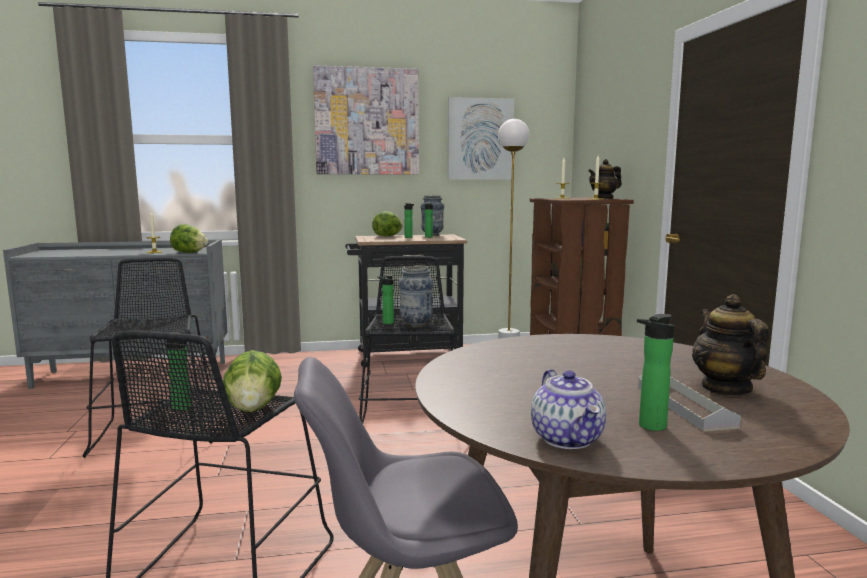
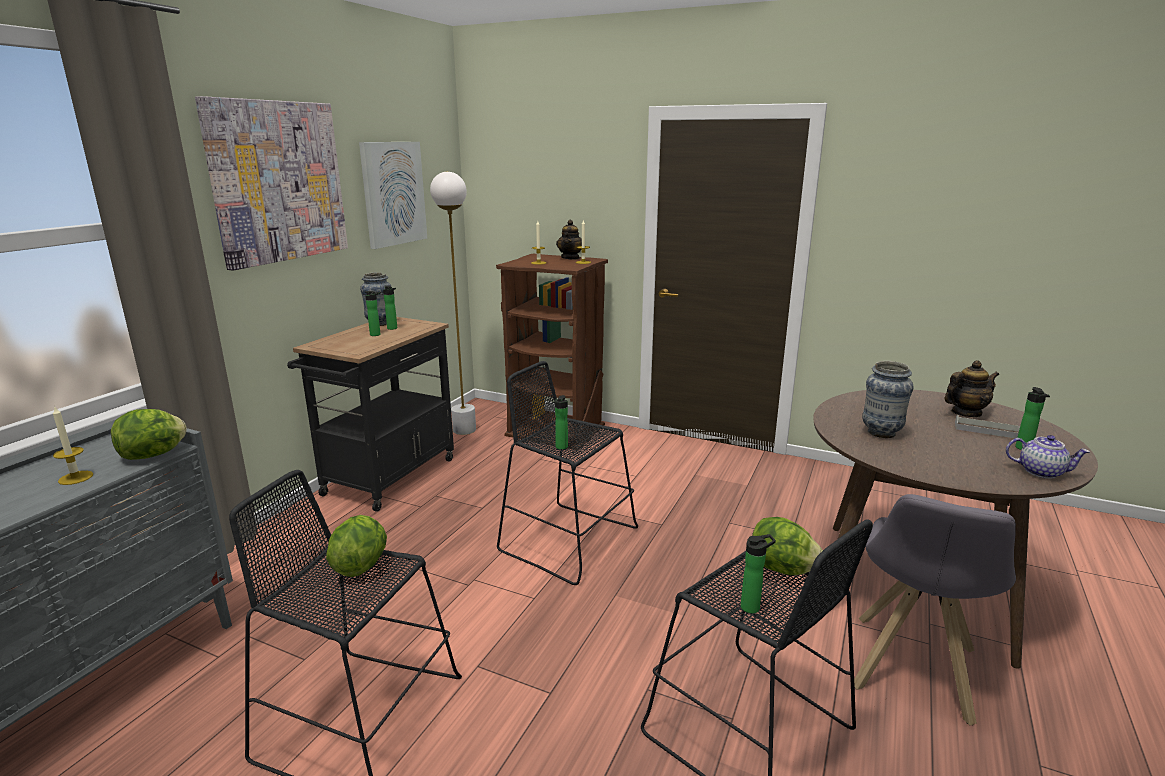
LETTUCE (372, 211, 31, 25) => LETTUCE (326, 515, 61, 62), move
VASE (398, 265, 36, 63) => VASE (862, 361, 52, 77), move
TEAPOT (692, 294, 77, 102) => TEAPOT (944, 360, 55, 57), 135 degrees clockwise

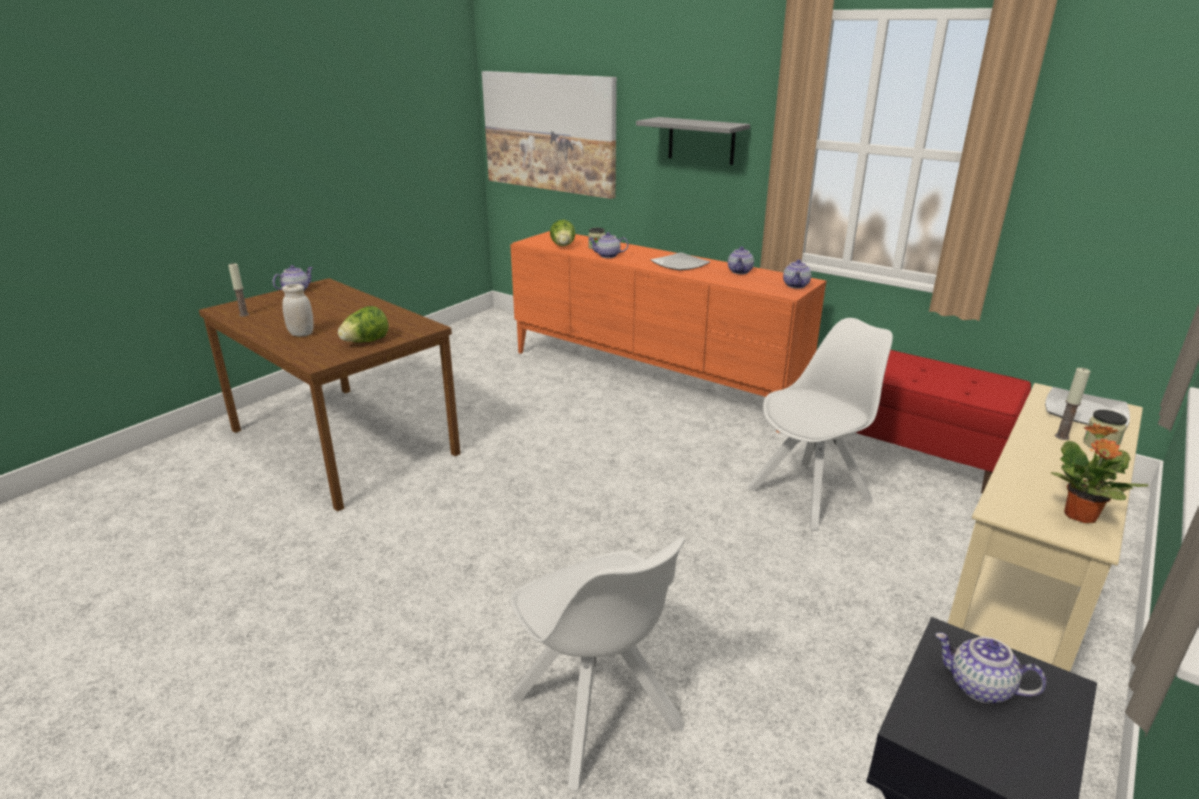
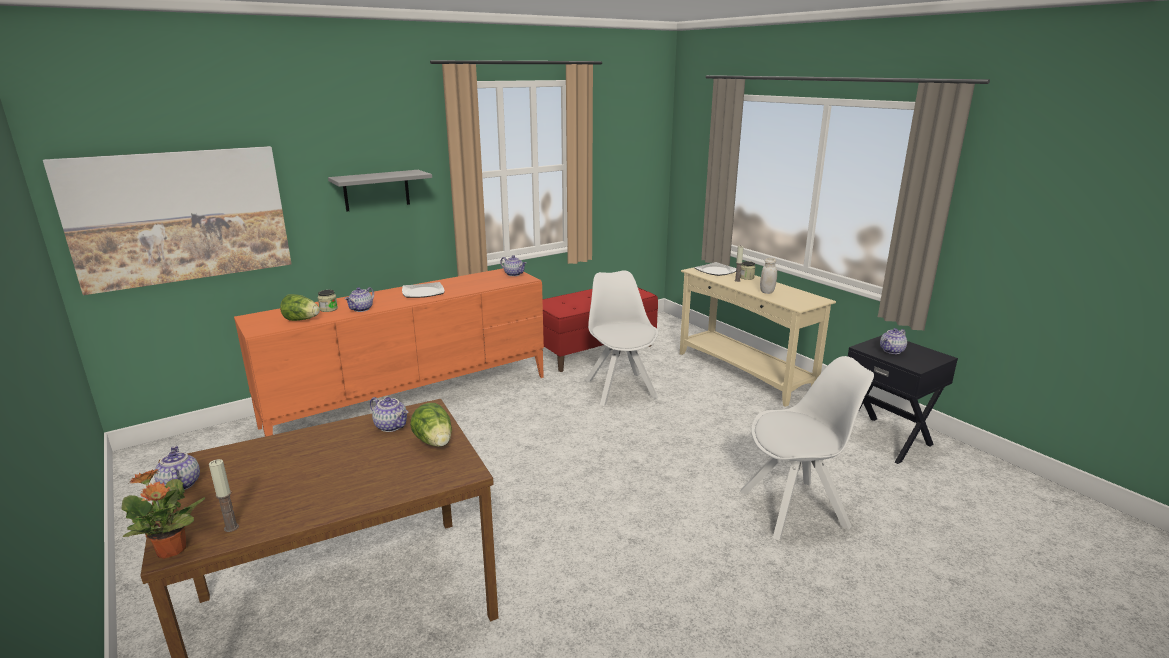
TEAPOT (728, 247, 26, 27) => TEAPOT (370, 397, 38, 35), move
WHITE JAR (282, 284, 32, 53) => WHITE JAR (760, 258, 17, 36), move
POTTED PLANT (1051, 423, 98, 100) => POTTED PLANT (122, 469, 83, 90), move

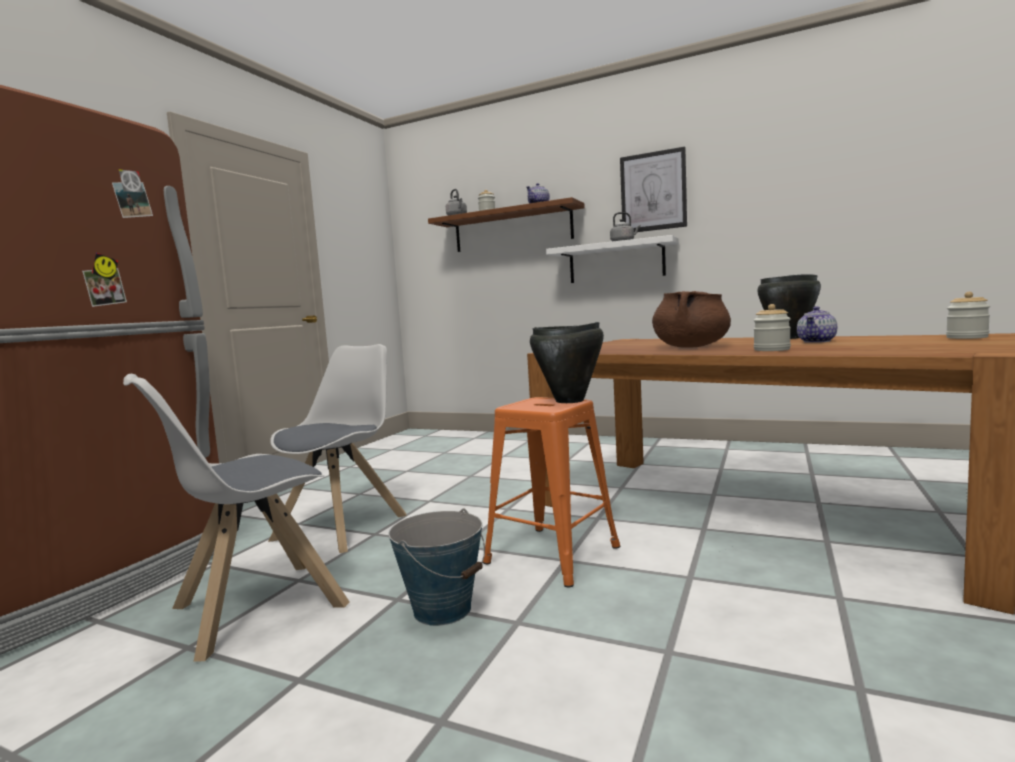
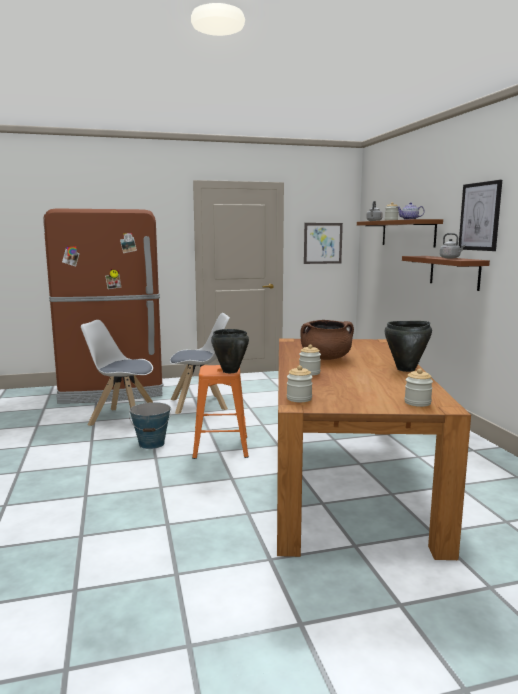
WHITE SHELF (546, 235, 133, 48) => BROWN SHELF (402, 256, 88, 35)
TEAPOT (797, 306, 40, 37) => nothing
nothing => PICTURE (304, 223, 39, 41)
nothing => JAR (287, 365, 26, 37)

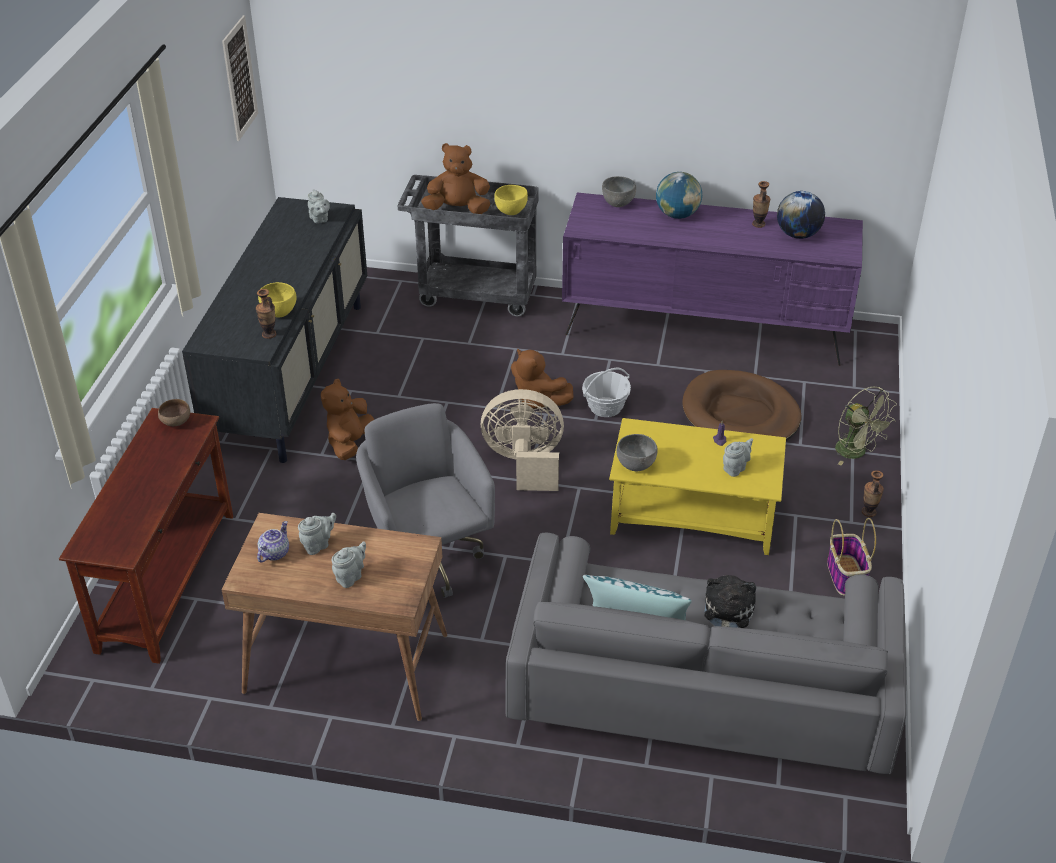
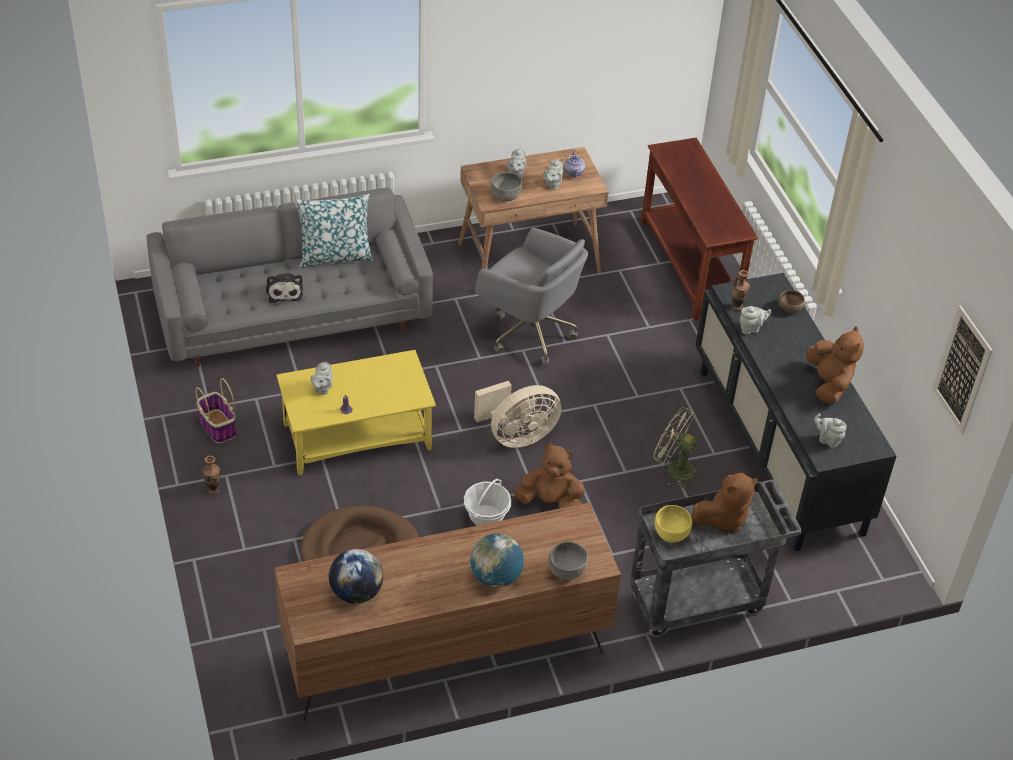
VASE (752, 181, 18, 47) => nothing
PURPLE TV STAND (562, 193, 301, 173) => BROWN TV STAND (274, 502, 347, 219)
YELLOW BOWL (258, 282, 38, 35) => GREY TEAPOT (740, 306, 31, 28)
BROWN PLUSH TOY (321, 379, 53, 81) => BROWN PLUSH TOY (806, 327, 58, 77), move
GREEN FAN (835, 386, 62, 79) => GREEN FAN (654, 407, 45, 82), move
BROWN BOWL (158, 399, 32, 27) => BROWN BOWL (779, 290, 26, 23), move
GREY BOWL (617, 434, 41, 38) => GREY BOWL (491, 172, 31, 30), move

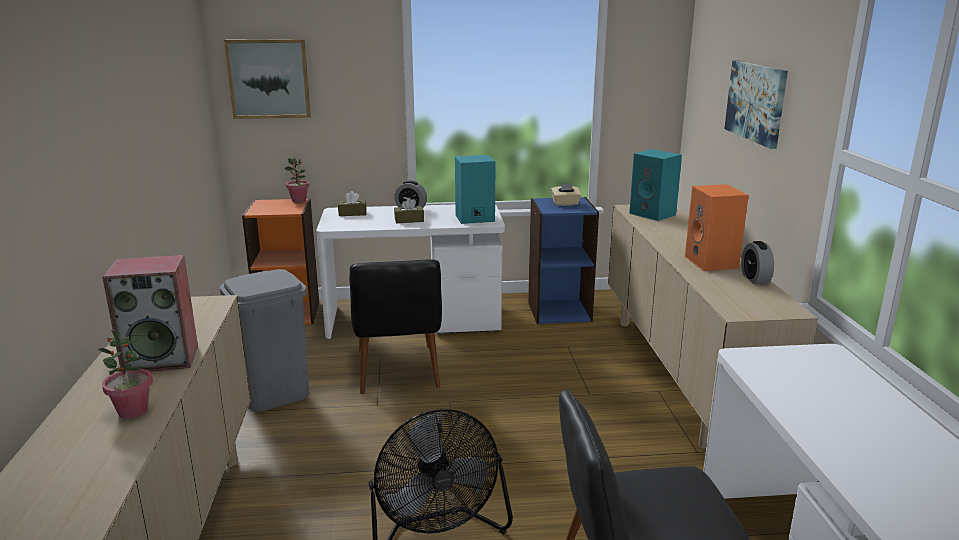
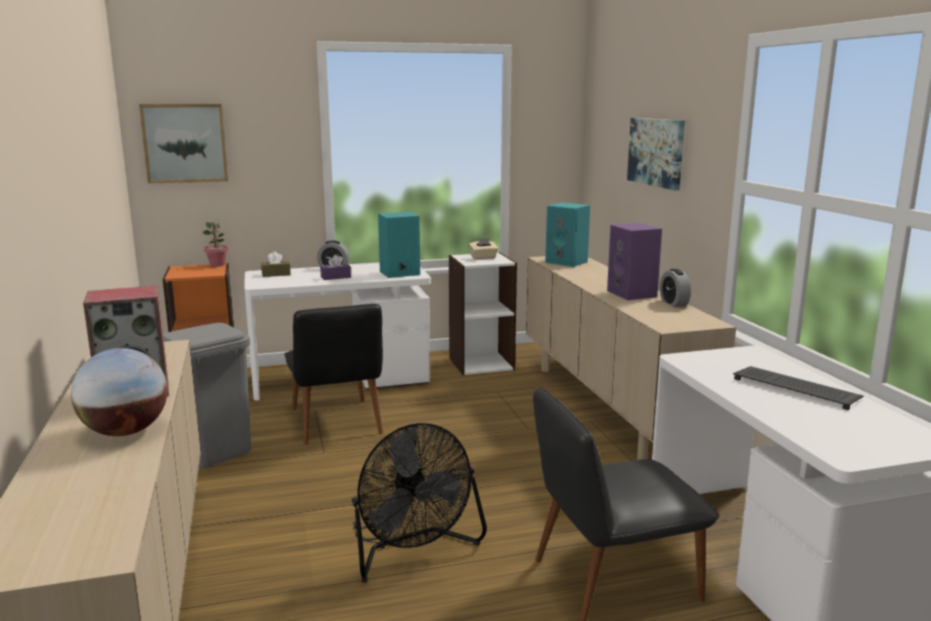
ORANGE SPEAKER (685, 184, 64, 87) => PURPLE SPEAKER (607, 223, 55, 77)
BLUE BOOKCASE (528, 197, 71, 127) => WHITE BOOKCASE (449, 252, 68, 123)
BROWN TISSUE BOX (394, 198, 30, 25) => PURPLE TISSUE BOX (320, 254, 31, 26)
POTTED PLANT (99, 330, 54, 89) => GLOBE (71, 348, 97, 88)
nothing => KEYBOARD (733, 366, 131, 44)

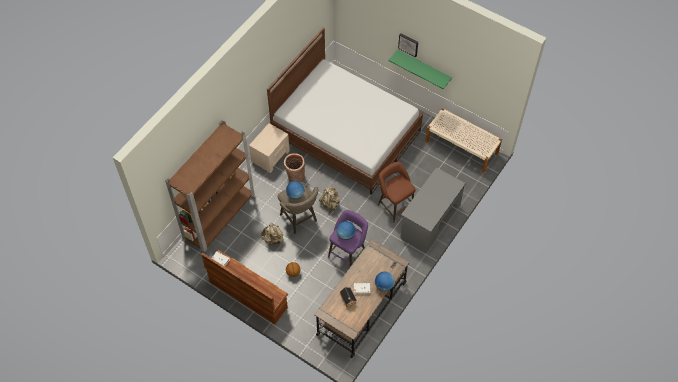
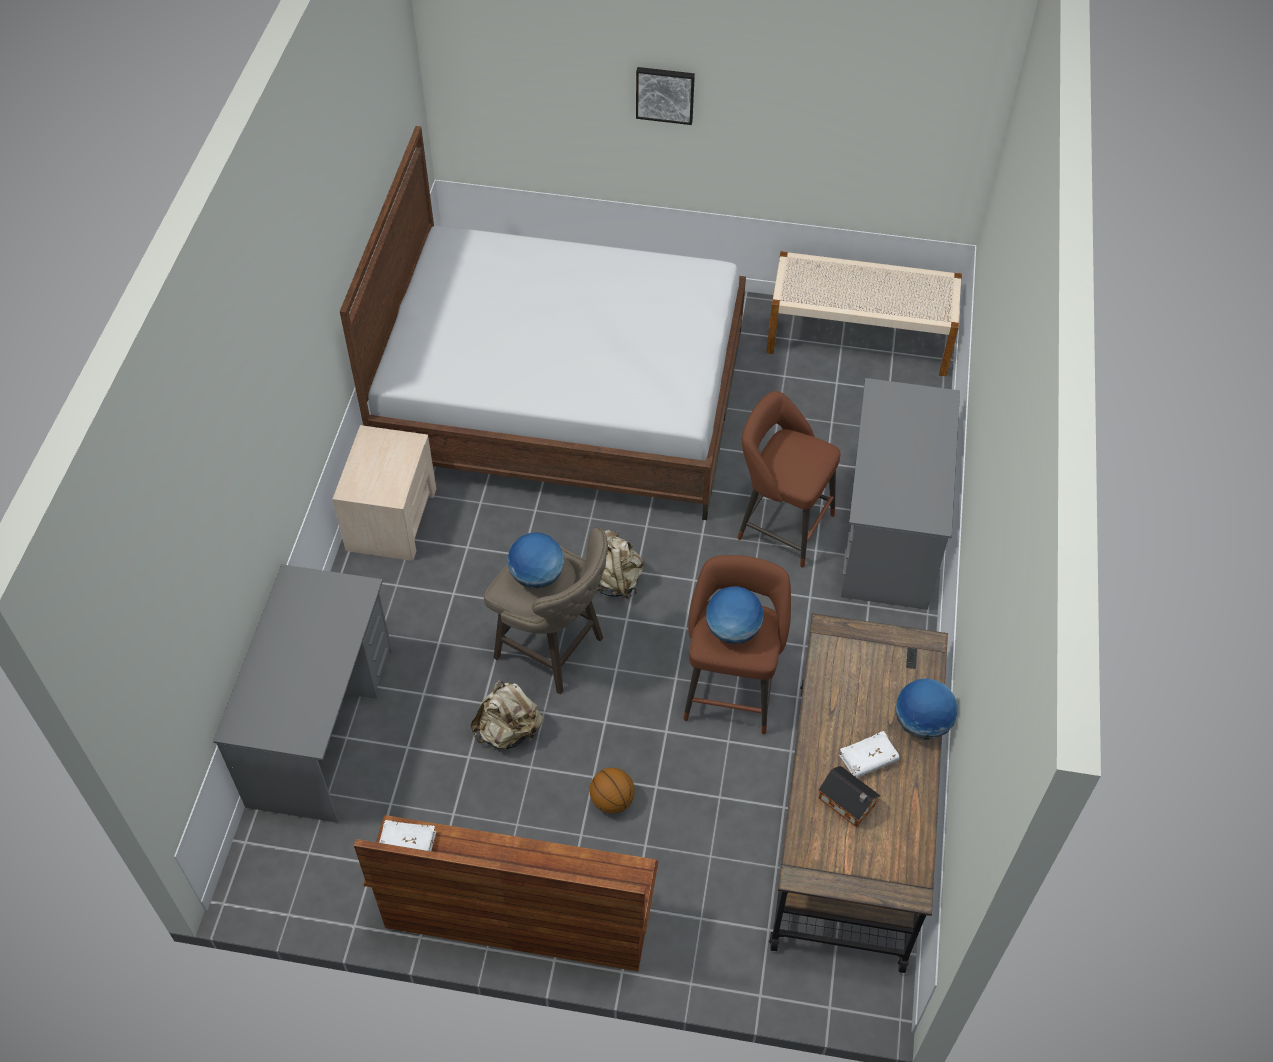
GREEN SHELF (388, 49, 64, 40) => nothing
BROWN BOOKCASE (165, 120, 89, 132) => GREY DESK (213, 564, 180, 259)
BASKET (284, 153, 21, 29) => nothing
PURPLE STOOL (328, 210, 40, 57) => BROWN STOOL (683, 555, 108, 179)

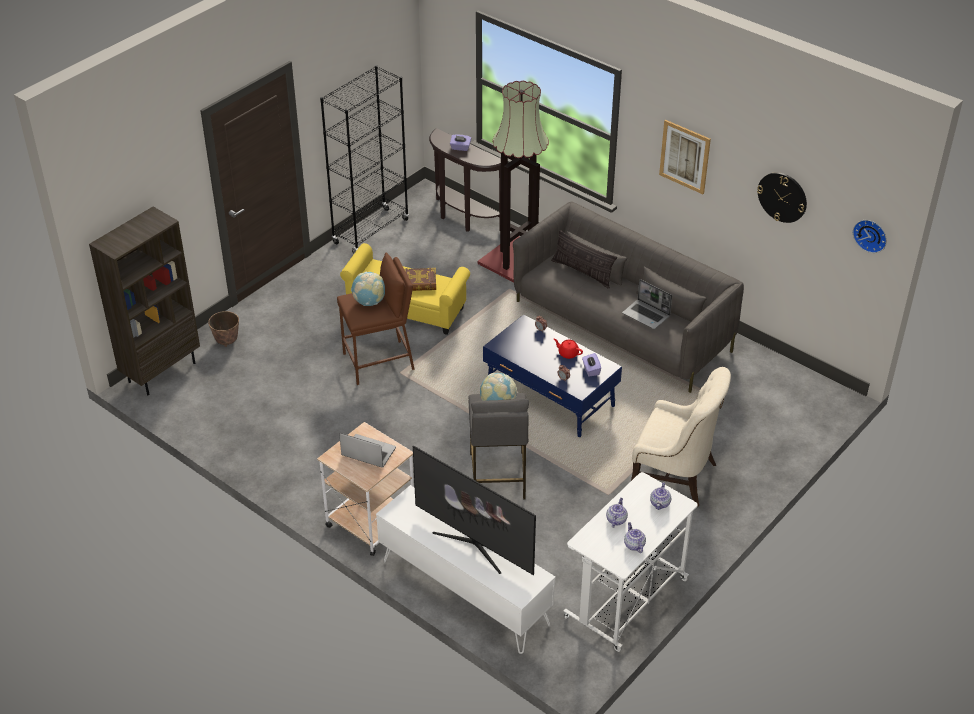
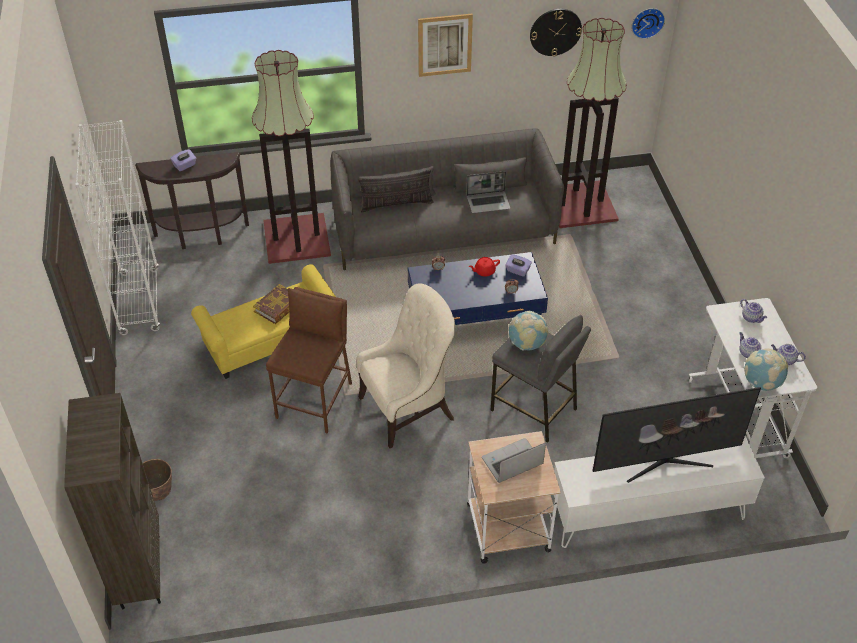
BLACK BOOKCASE (320, 65, 89, 189) => WHITE BOOKCASE (75, 120, 85, 215)
GLOBE (351, 272, 34, 34) => GLOBE (744, 348, 44, 43), move
BEIGE ARMCHAIR (631, 367, 100, 140) => BEIGE ARMCHAIR (357, 283, 98, 165), move
nothing => FLOOR LAMP (559, 18, 68, 210)

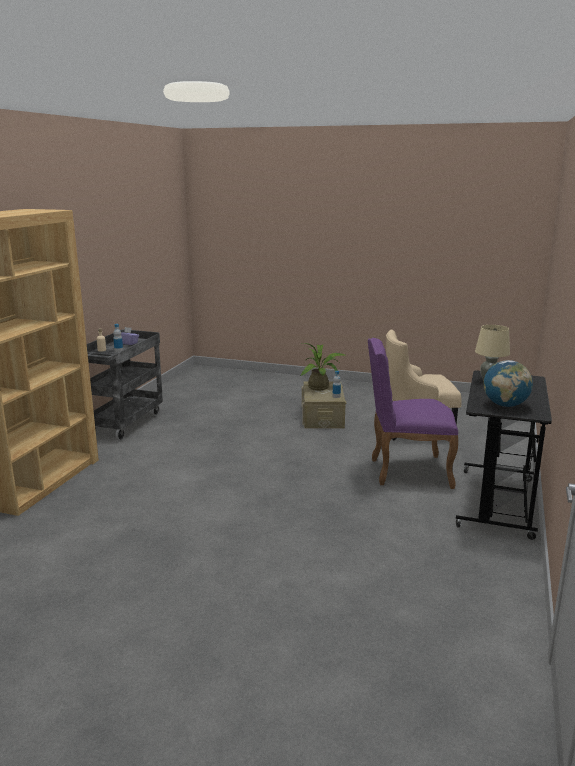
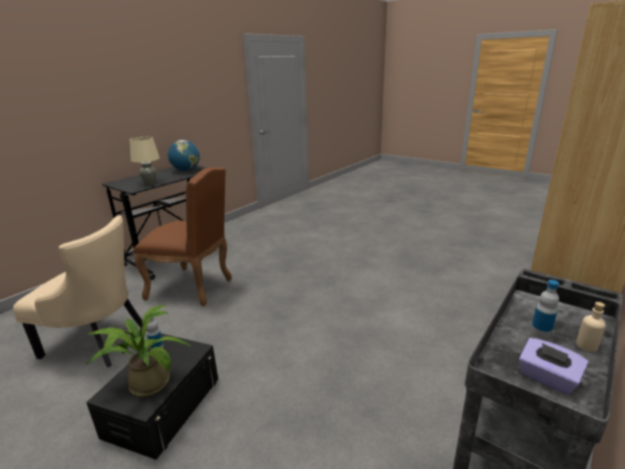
PURPLE CHAIR (368, 338, 90, 151) => BROWN CHAIR (133, 167, 99, 139)
BEIGE STORAGE BOX (301, 382, 46, 47) => BLACK STORAGE BOX (86, 334, 132, 126)

